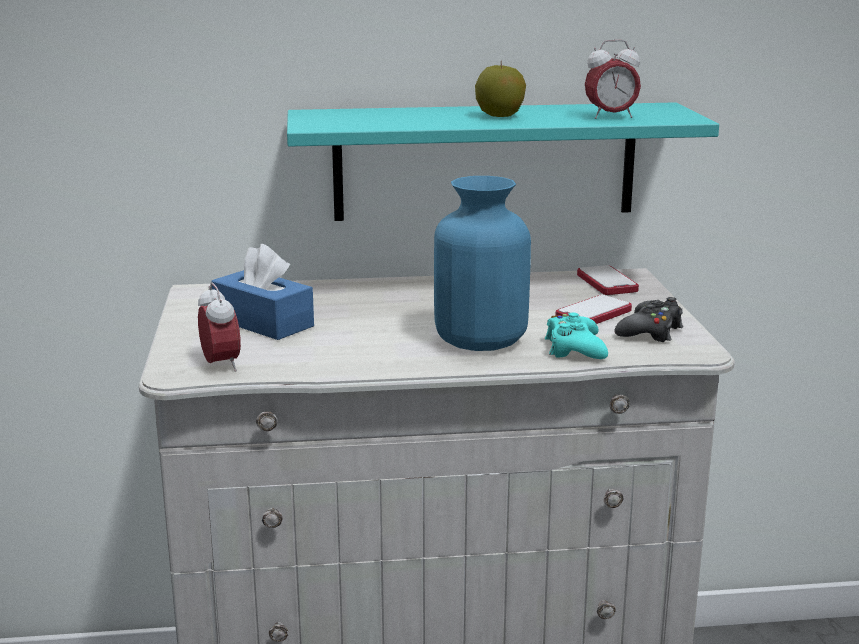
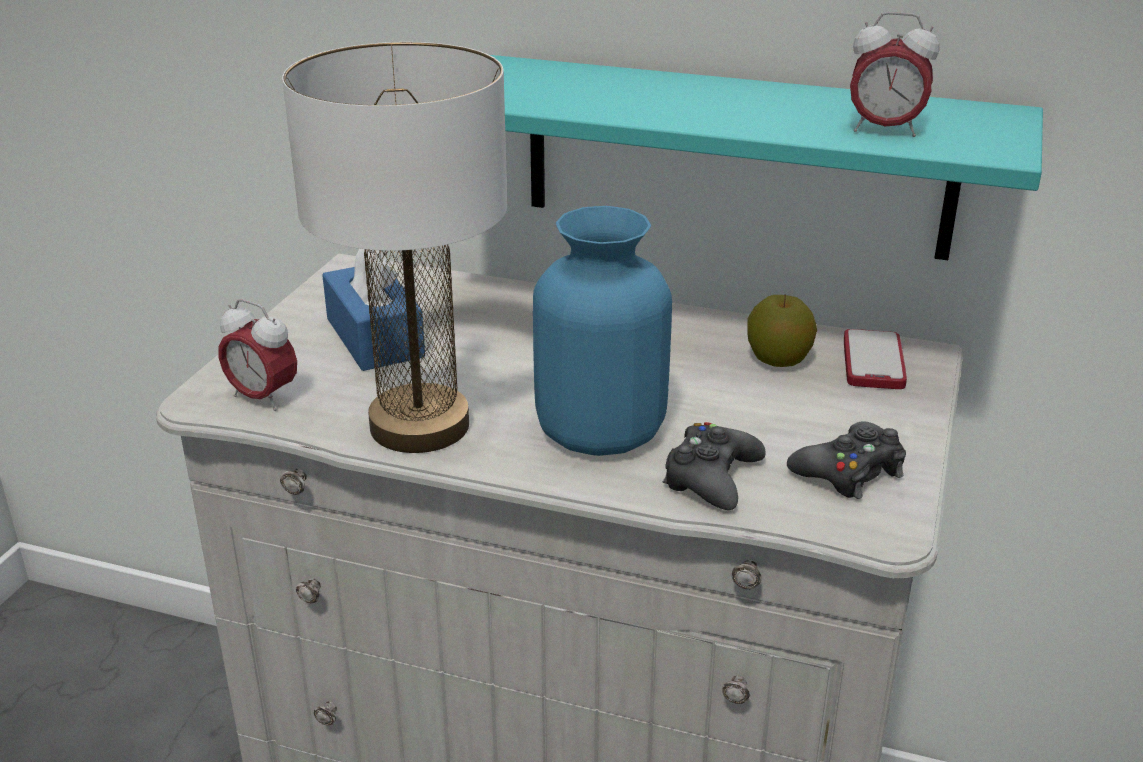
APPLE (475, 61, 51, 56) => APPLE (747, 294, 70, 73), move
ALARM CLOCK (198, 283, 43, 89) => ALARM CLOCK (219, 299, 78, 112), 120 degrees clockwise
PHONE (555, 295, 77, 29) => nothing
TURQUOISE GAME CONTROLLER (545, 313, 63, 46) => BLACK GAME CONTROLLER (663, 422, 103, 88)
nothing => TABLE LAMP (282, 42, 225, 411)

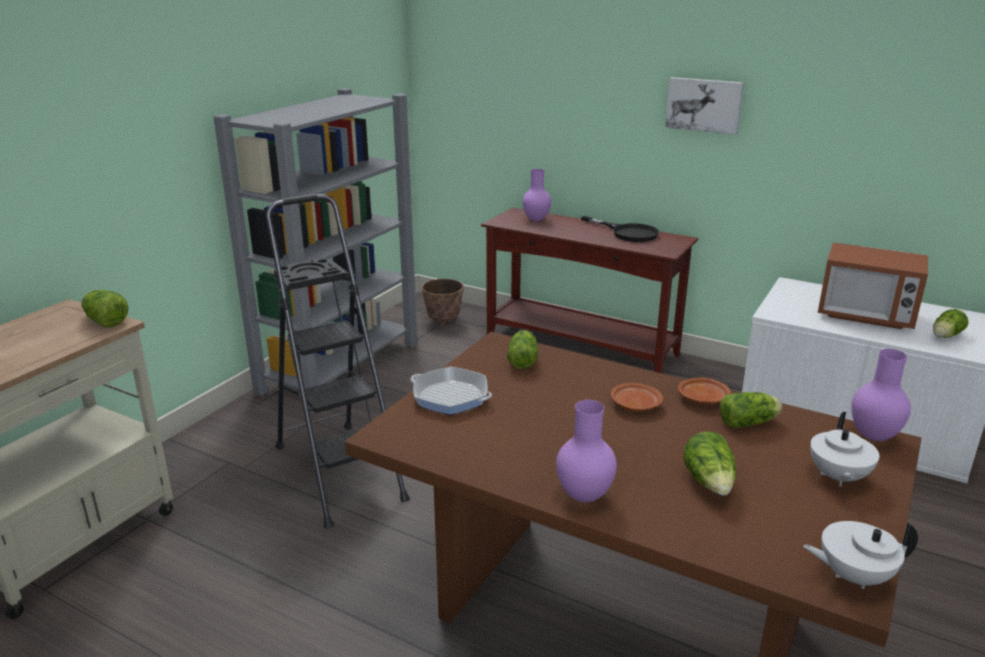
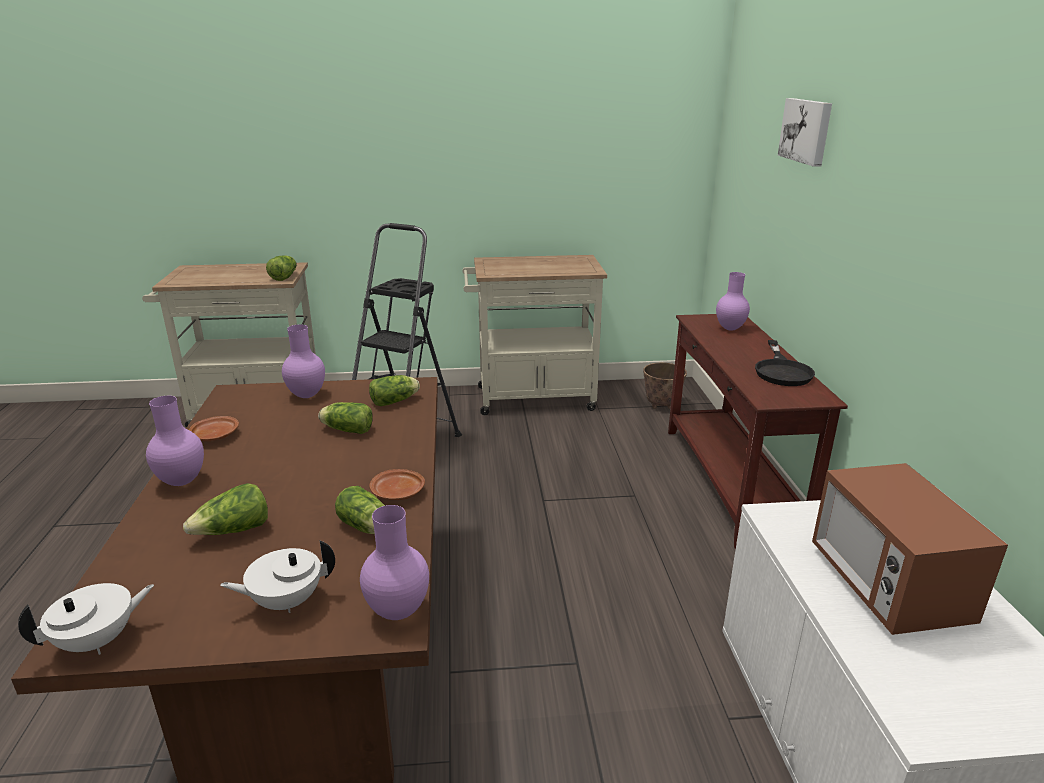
PICTURE (665, 77, 79, 58) => PICTURE (778, 98, 54, 69), move
GREY BOOKCASE (213, 88, 205, 326) => BEIGE CART (462, 255, 145, 160)
LETTUCE (933, 309, 36, 29) => LETTUCE (318, 402, 55, 32), move
FRYING PAN (411, 366, 81, 49) => PURPLE VASE (282, 324, 43, 74)
BROWN PLATE (611, 383, 52, 28) => BROWN PLATE (189, 416, 50, 25), move
WHITE TEAPOT (803, 521, 115, 68) => WHITE TEAPOT (18, 583, 136, 72), 90 degrees clockwise

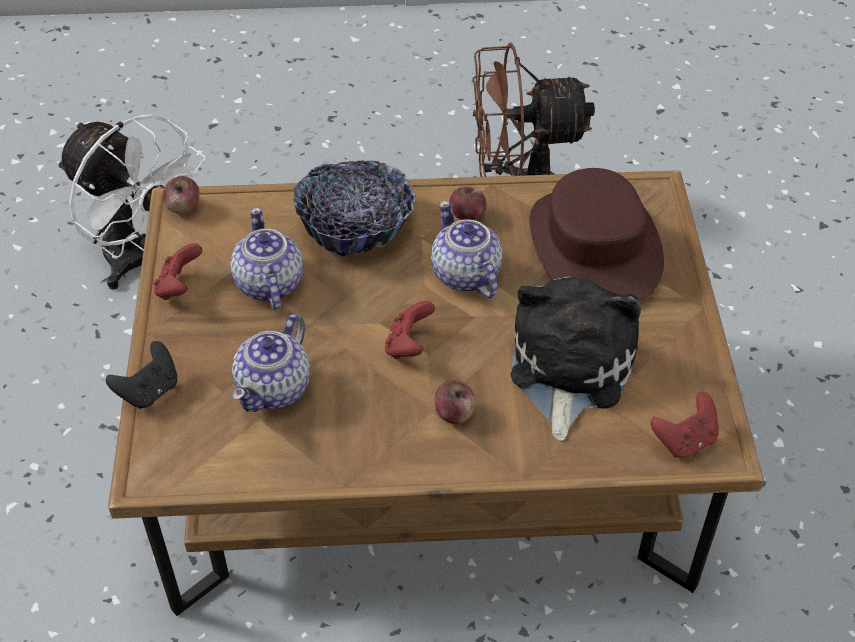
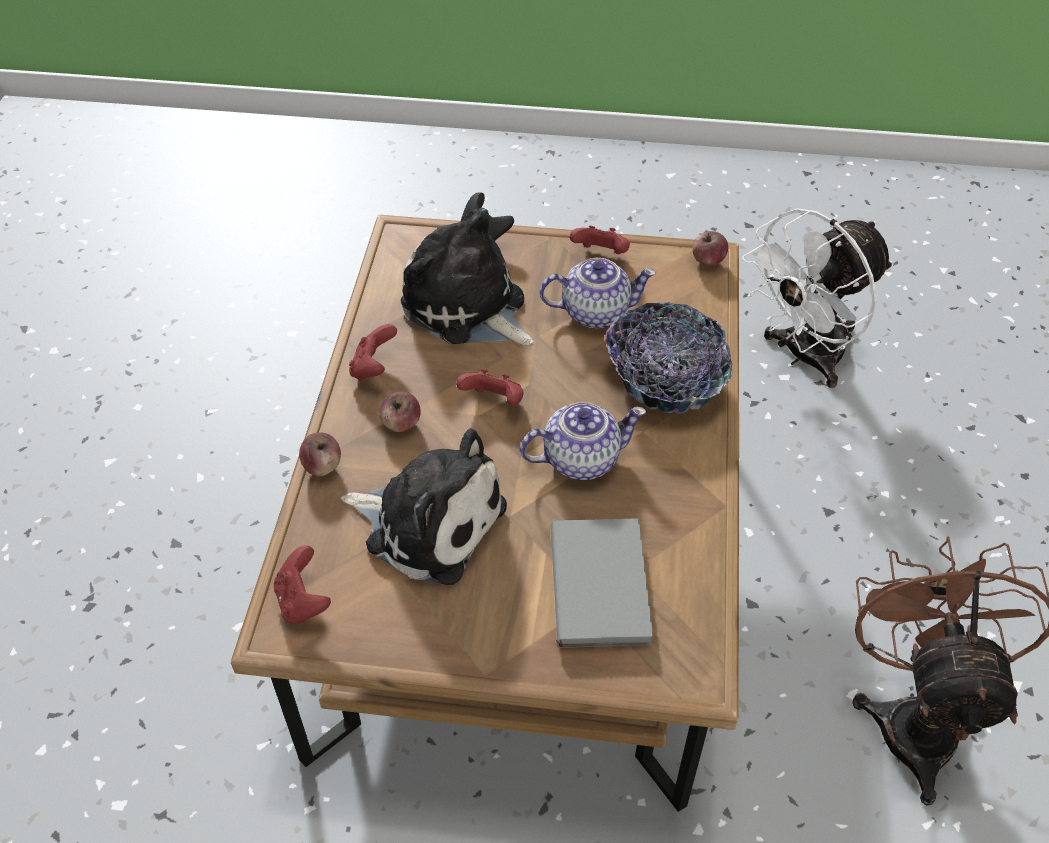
BROWN HAT (530, 168, 134, 134) => GREY BOOK (551, 518, 102, 130)
APPLE (449, 187, 38, 33) => APPLE (299, 432, 42, 44), move
TEAPOT (232, 314, 78, 98) => PLUSH TOY (401, 208, 133, 137)
nothing => RED GAME CONTROLLER (349, 324, 48, 57)

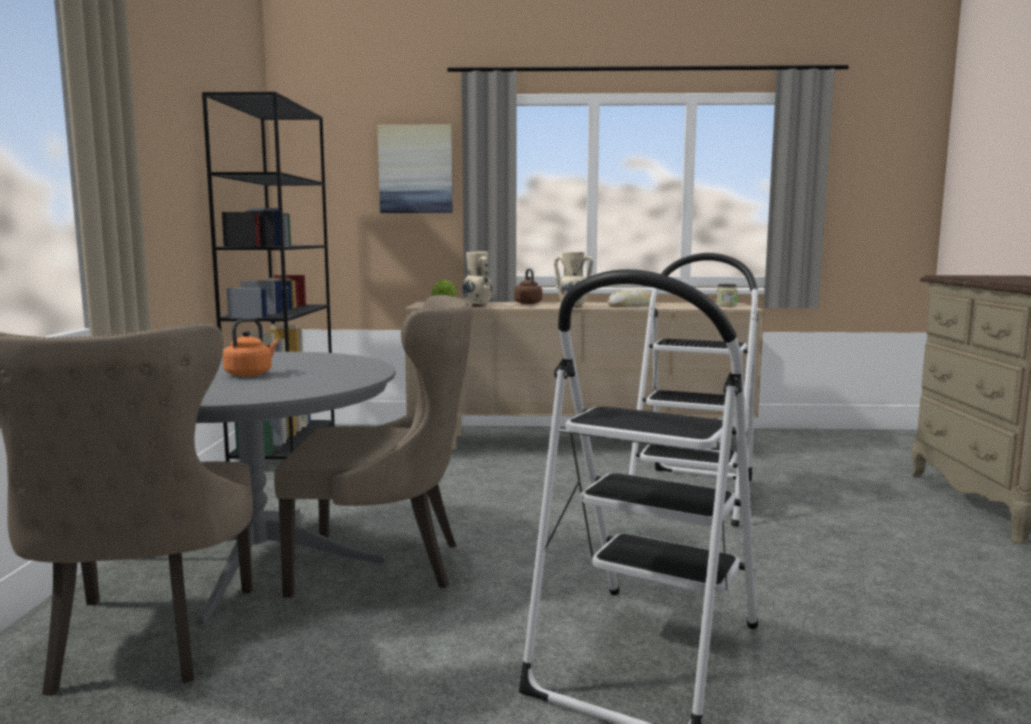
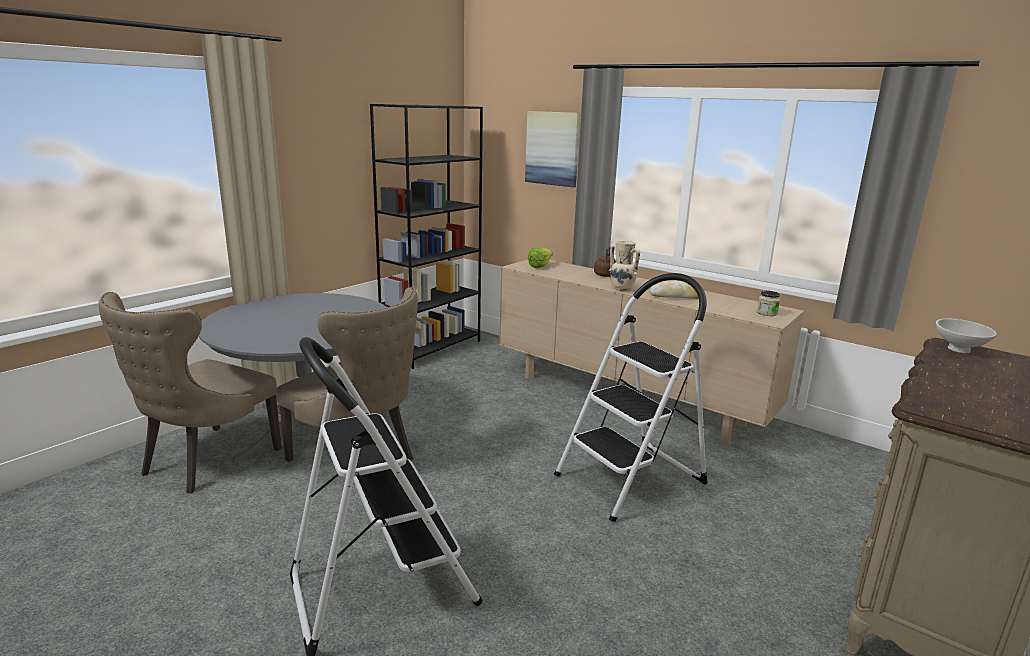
BEIGE VASE (463, 251, 29, 56) => nothing
ORANGE KETTLE (223, 318, 56, 59) => nothing
nothing => WHITE BOWL (936, 319, 61, 34)

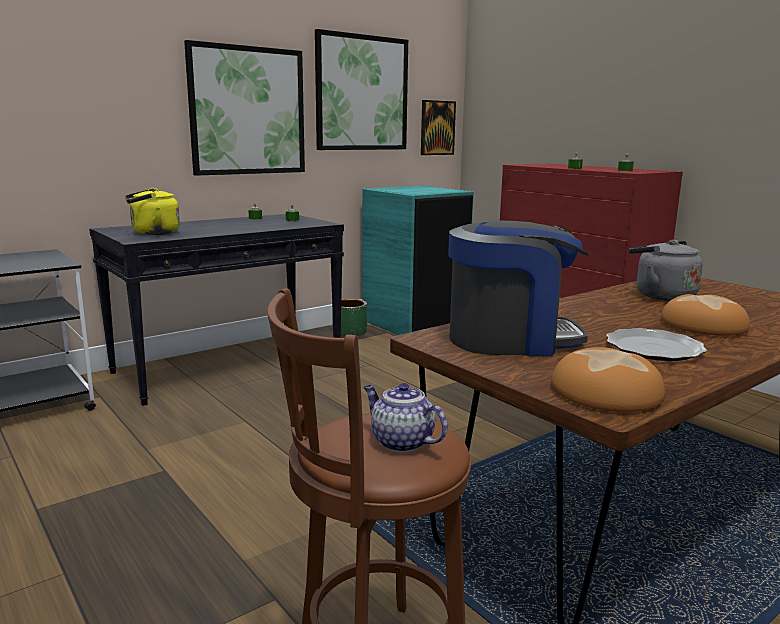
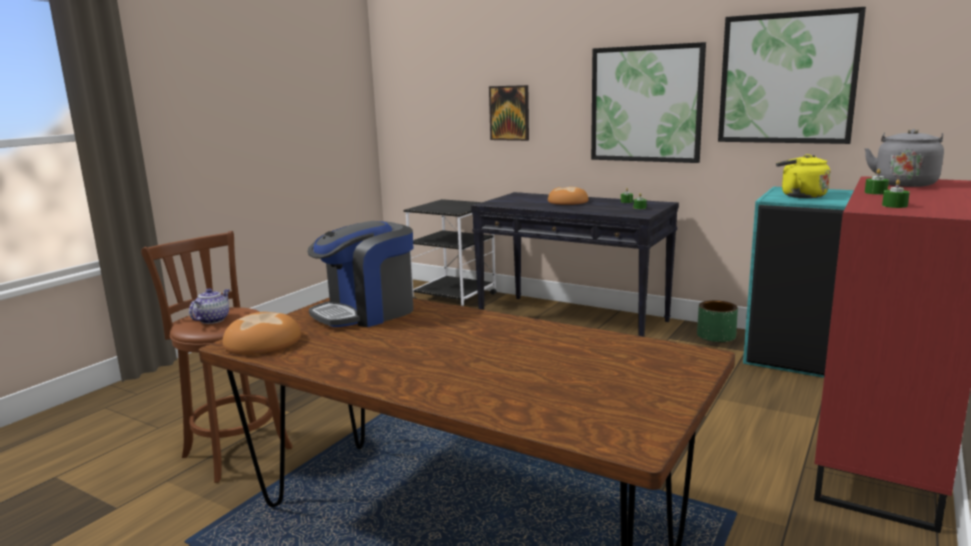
PICTURE (421, 100, 35, 55) => PICTURE (489, 85, 40, 56), move
YELLOW KETTLE (125, 188, 55, 47) => YELLOW KETTLE (776, 154, 54, 44), move
COFFEE MACHINE (448, 220, 142, 137) => COFFEE MACHINE (307, 221, 106, 106), 75 degrees clockwise
GREY KETTLE (628, 240, 75, 61) => GREY KETTLE (864, 129, 80, 58), move
BREAD (661, 294, 89, 42) => BREAD (548, 187, 41, 18), move
PLATE (607, 328, 100, 33) => nothing

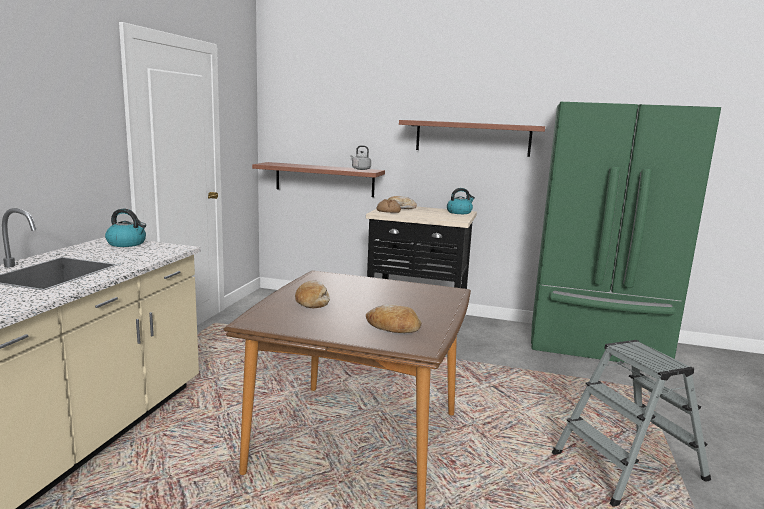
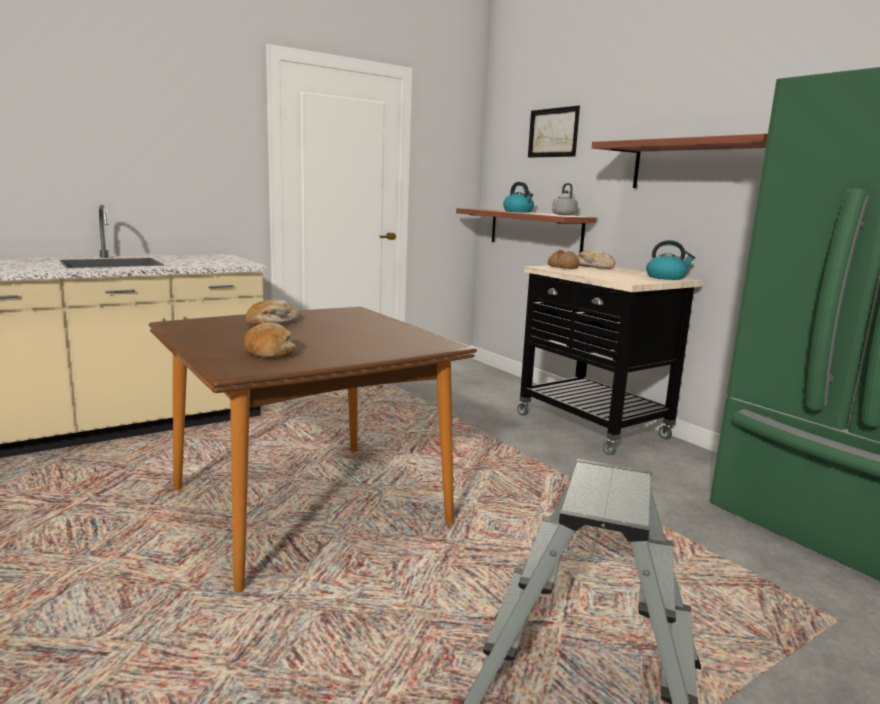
KETTLE (105, 209, 41, 38) => KETTLE (503, 182, 31, 31), move
nothing => PICTURE (528, 106, 52, 52)

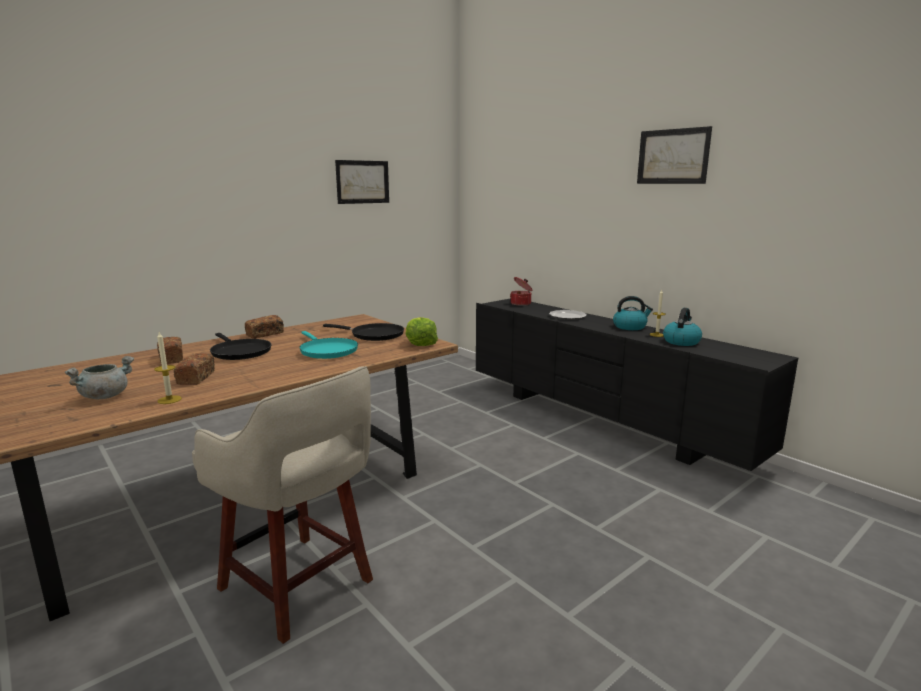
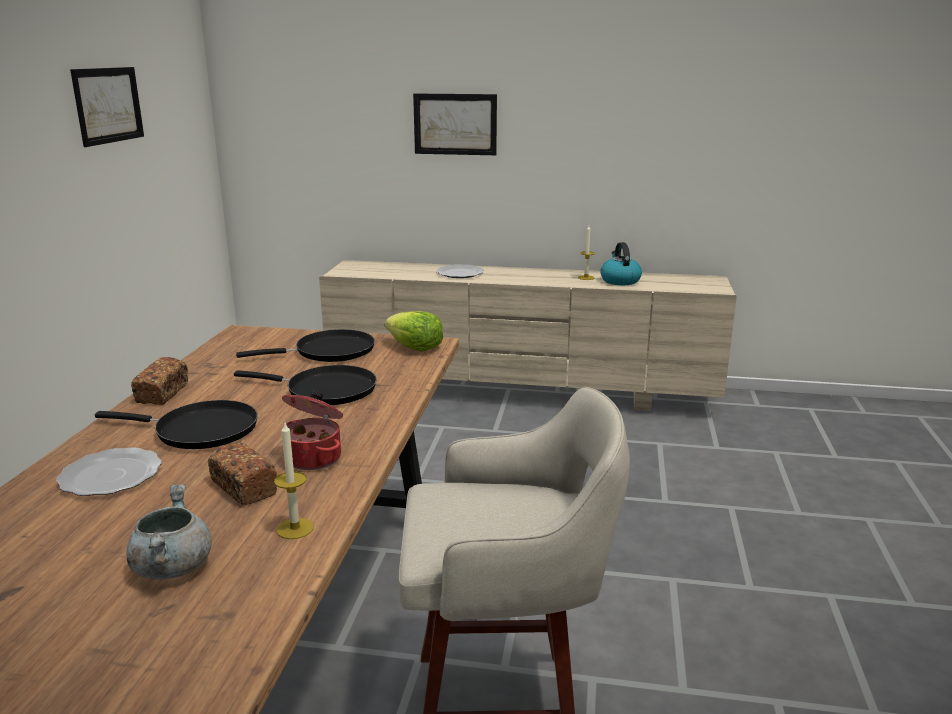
PICTURE (637, 126, 75, 58) => PICTURE (413, 94, 84, 61), move
COOKING POT (510, 277, 22, 29) => COOKING POT (282, 391, 61, 79), move
KETTLE (613, 296, 40, 34) => nothing
BLACK CABINET (476, 298, 322, 173) => BEIGE CABINET (319, 260, 418, 151)
TURQUOISE FRYING PAN (299, 331, 59, 28) => BLACK FRYING PAN (234, 365, 143, 40)
BREAD (157, 337, 26, 27) => PLATE (56, 447, 106, 49)

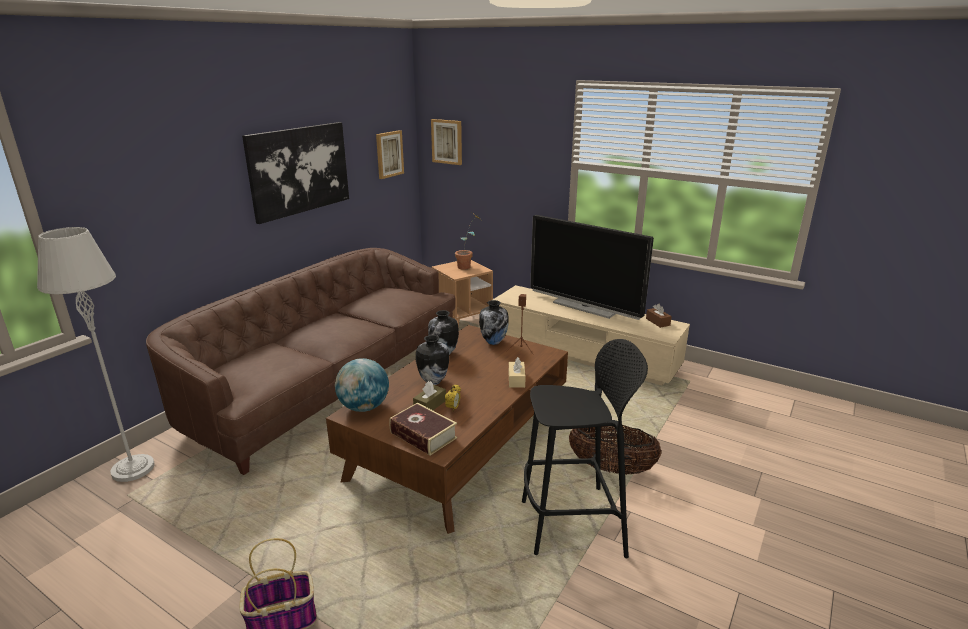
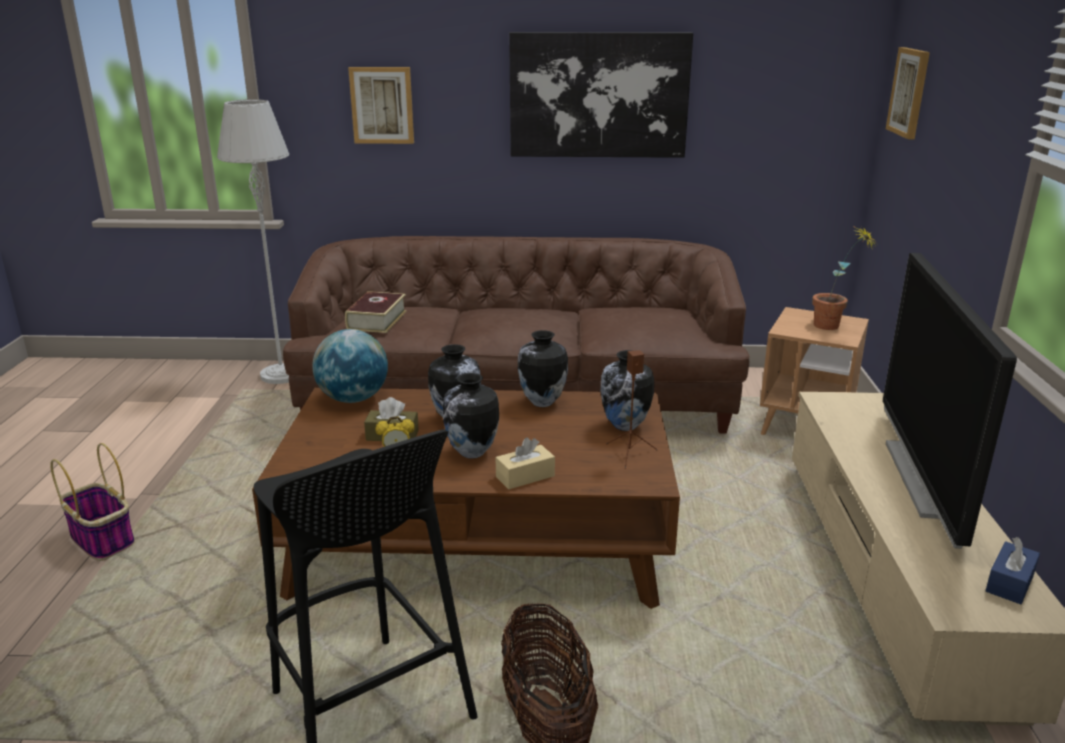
PICTURE (376, 130, 28, 49) => PICTURE (348, 67, 66, 77), move
BROWN TISSUE BOX (646, 304, 26, 24) => BLUE TISSUE BOX (986, 537, 54, 67)
BOOK (389, 403, 68, 52) => BOOK (345, 291, 62, 42), move
nothing => VASE (443, 373, 56, 86)

